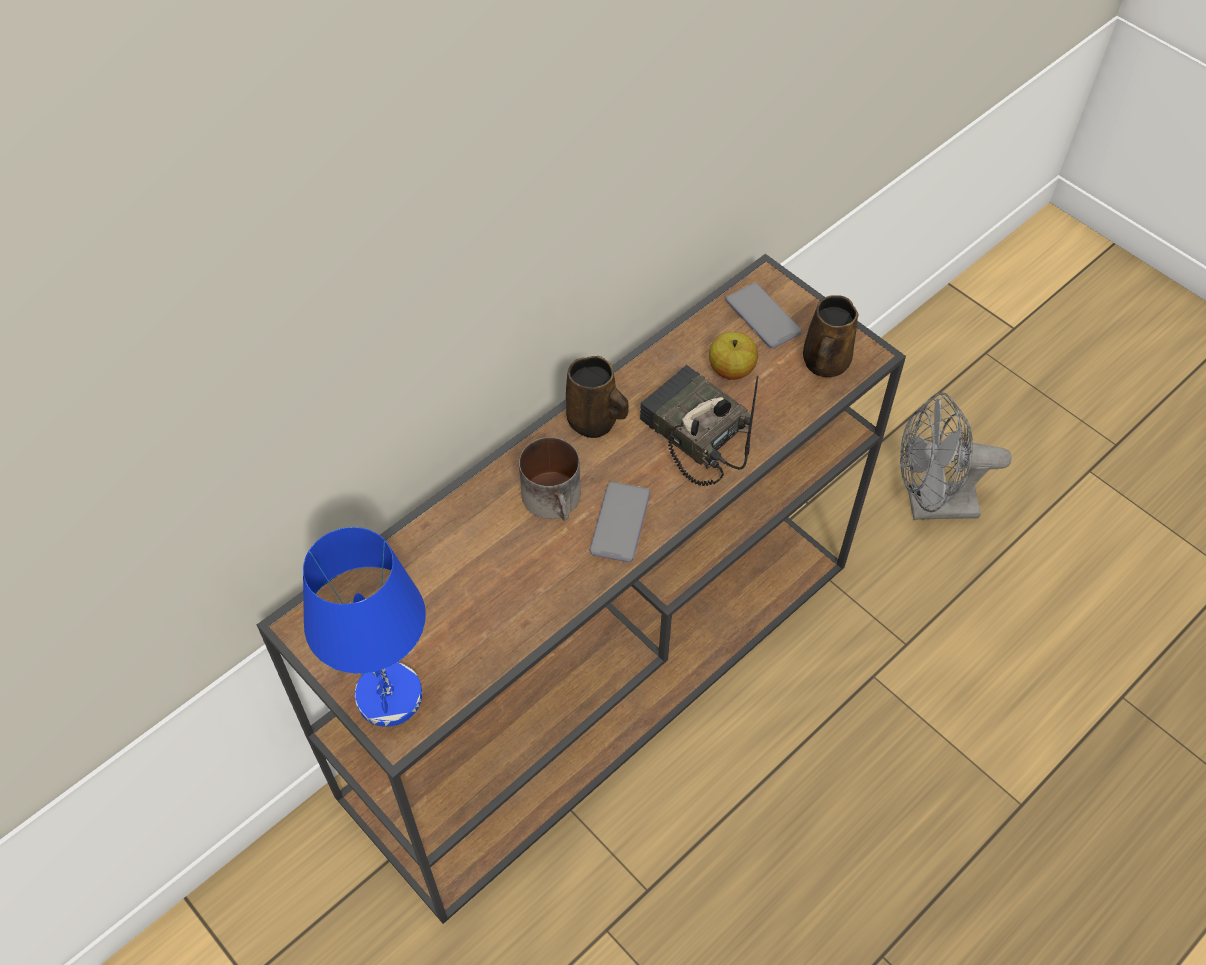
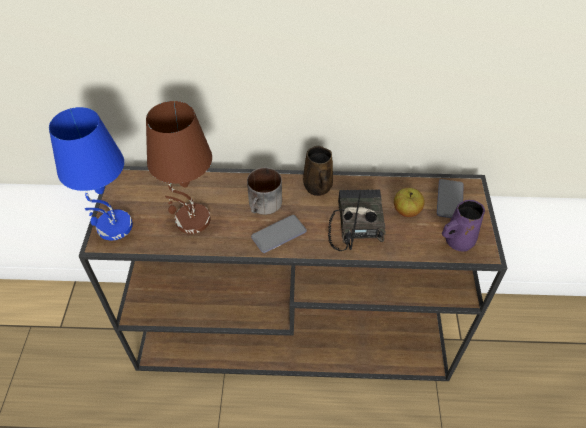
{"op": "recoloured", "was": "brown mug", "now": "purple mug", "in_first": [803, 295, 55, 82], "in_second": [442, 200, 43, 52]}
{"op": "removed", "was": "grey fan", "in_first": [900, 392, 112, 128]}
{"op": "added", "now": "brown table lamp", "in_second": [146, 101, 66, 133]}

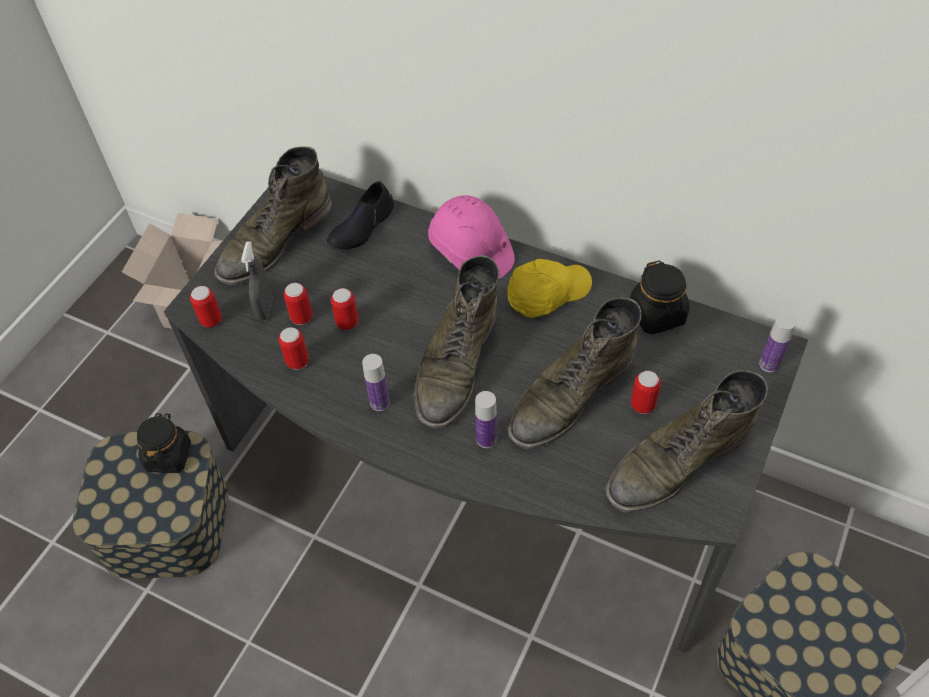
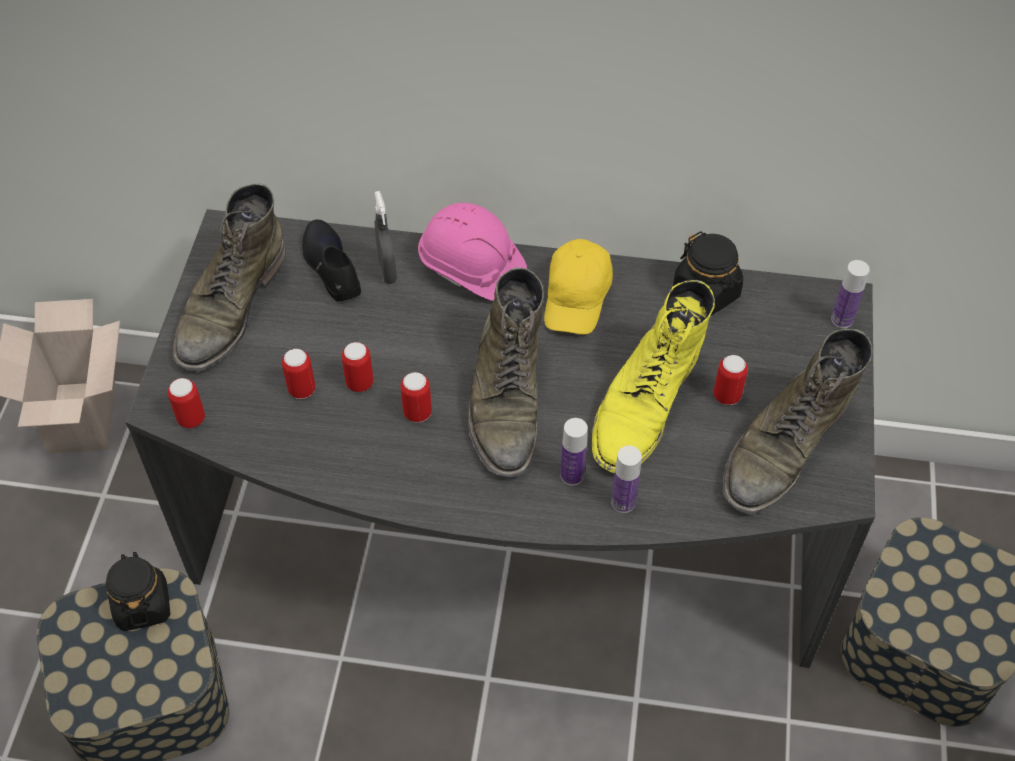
{"op": "moved", "was": "grey spray bottle", "in_first": [241, 241, 31, 79], "in_second": [374, 191, 23, 93]}
{"op": "moved", "was": "can", "in_first": [279, 327, 30, 43], "in_second": [400, 372, 32, 51]}
{"op": "turned", "was": "black shoe", "in_first": [327, 181, 67, 68], "in_second": [302, 219, 59, 83], "clockwise": 135}
{"op": "moved", "was": "bottle", "in_first": [362, 354, 28, 57], "in_second": [611, 446, 31, 67]}
{"op": "turned", "was": "yellow cap", "in_first": [507, 259, 85, 59], "in_second": [544, 239, 69, 96], "clockwise": 150}
{"op": "recoloured", "was": "green boot", "now": "yellow boot", "in_first": [507, 298, 134, 151], "in_second": [592, 280, 123, 194]}

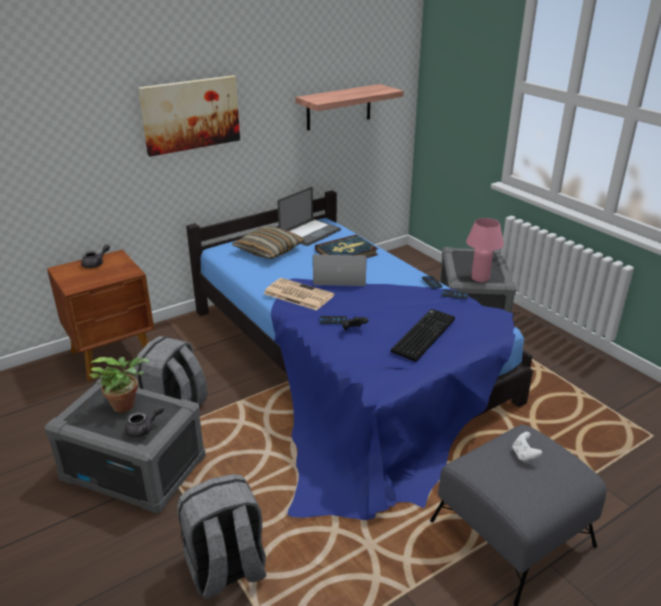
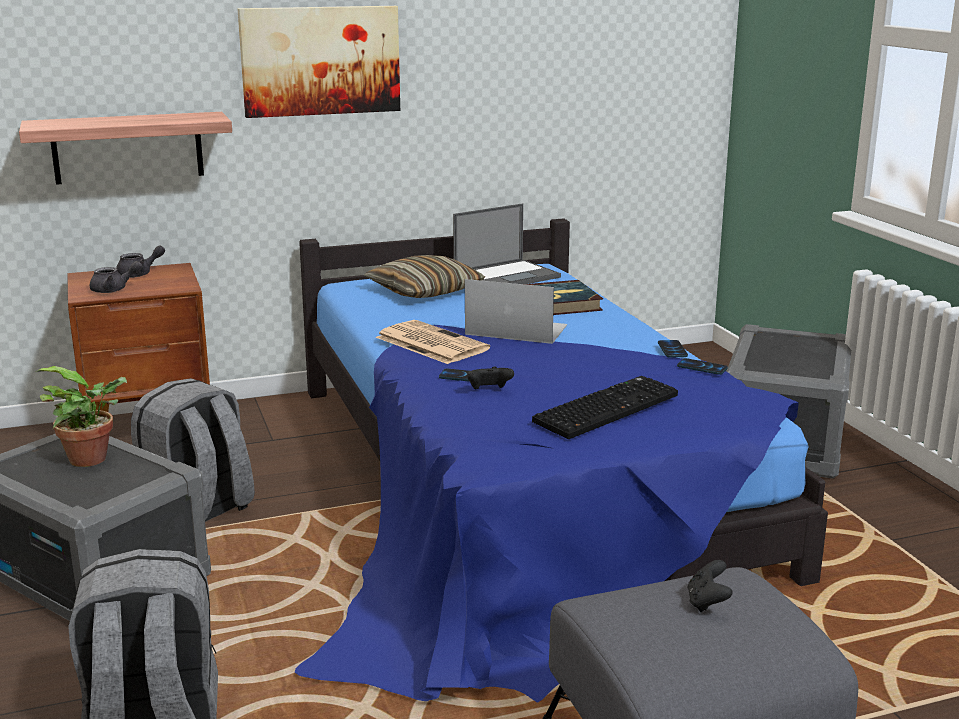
{"op": "moved", "was": "grey teapot", "in_first": [125, 405, 39, 32], "in_second": [89, 261, 54, 32]}
{"op": "moved", "was": "shelf", "in_first": [295, 84, 109, 46], "in_second": [19, 112, 213, 73]}
{"op": "removed", "was": "pink table lamp", "in_first": [466, 218, 38, 64]}
{"op": "recoloured", "was": "white game controller", "now": "black game controller", "in_first": [512, 432, 30, 31], "in_second": [687, 560, 46, 52]}

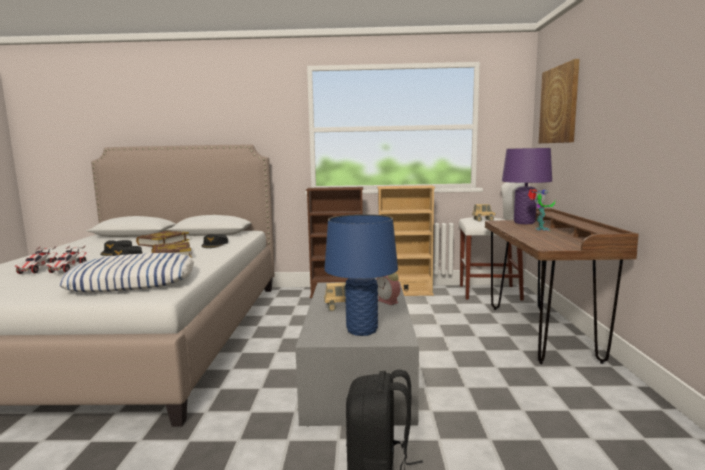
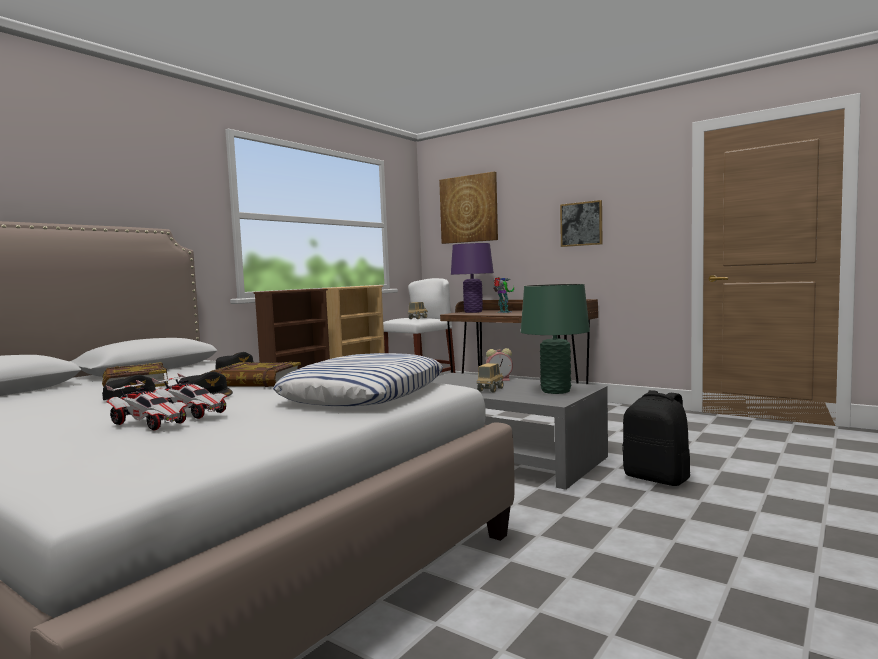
{"op": "recoloured", "was": "blue table lamp", "now": "green table lamp", "in_first": [324, 214, 74, 122], "in_second": [521, 284, 69, 110]}
{"op": "added", "now": "picture", "in_second": [560, 200, 43, 47]}

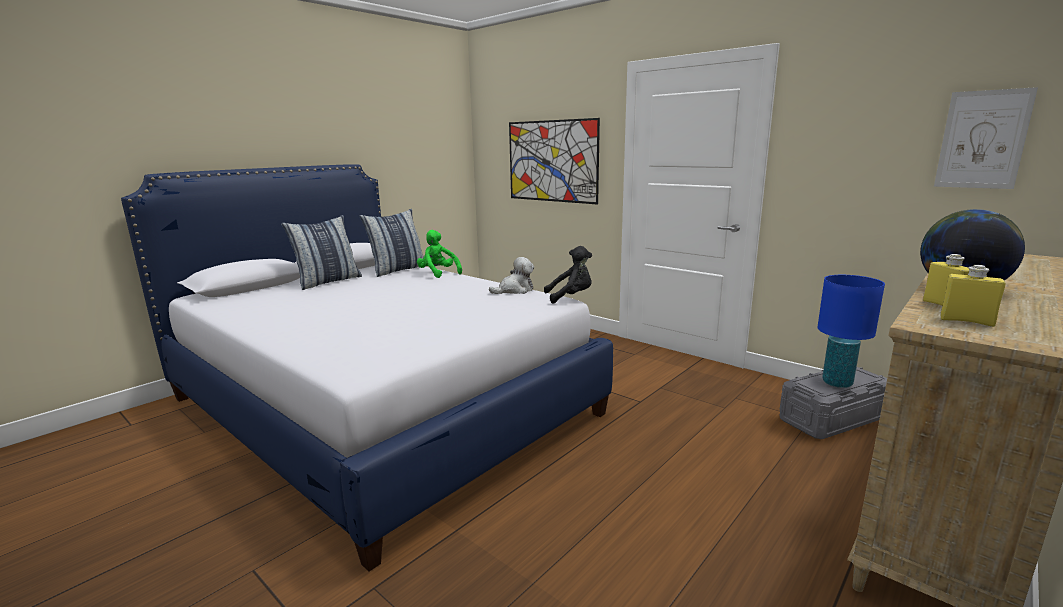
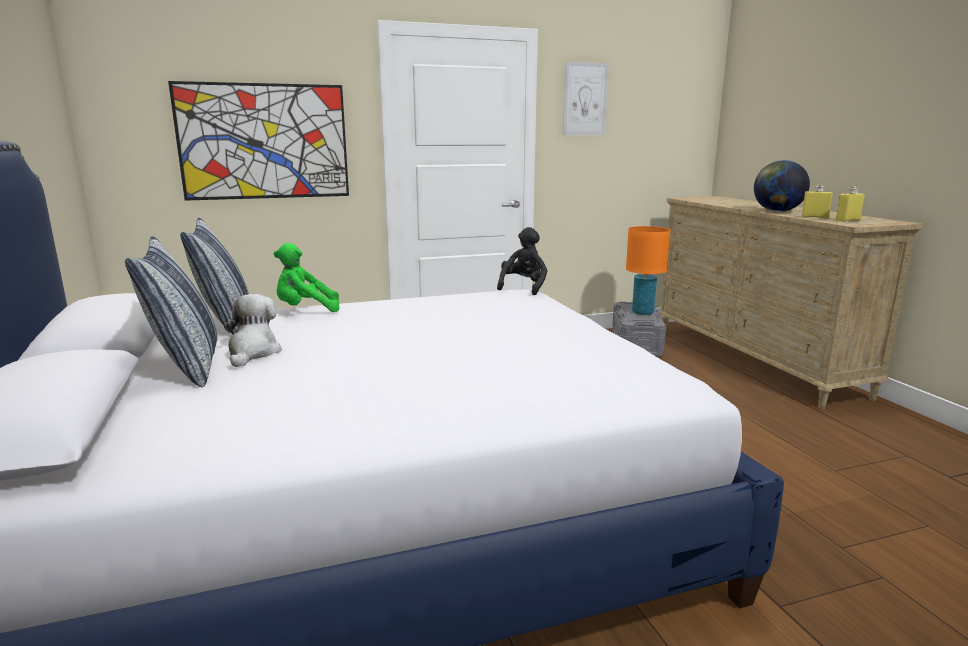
{"op": "moved", "was": "plush toy", "in_first": [489, 257, 45, 37], "in_second": [224, 294, 58, 73]}
{"op": "recoloured", "was": "blue table lamp", "now": "orange table lamp", "in_first": [817, 275, 68, 113], "in_second": [626, 226, 44, 89]}
{"op": "moved", "was": "picture", "in_first": [934, 87, 104, 102], "in_second": [563, 62, 46, 73]}

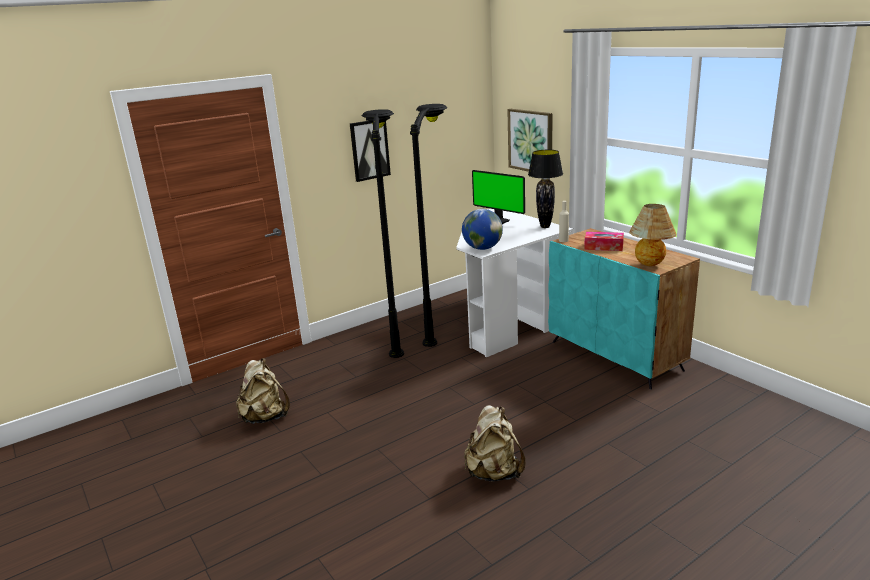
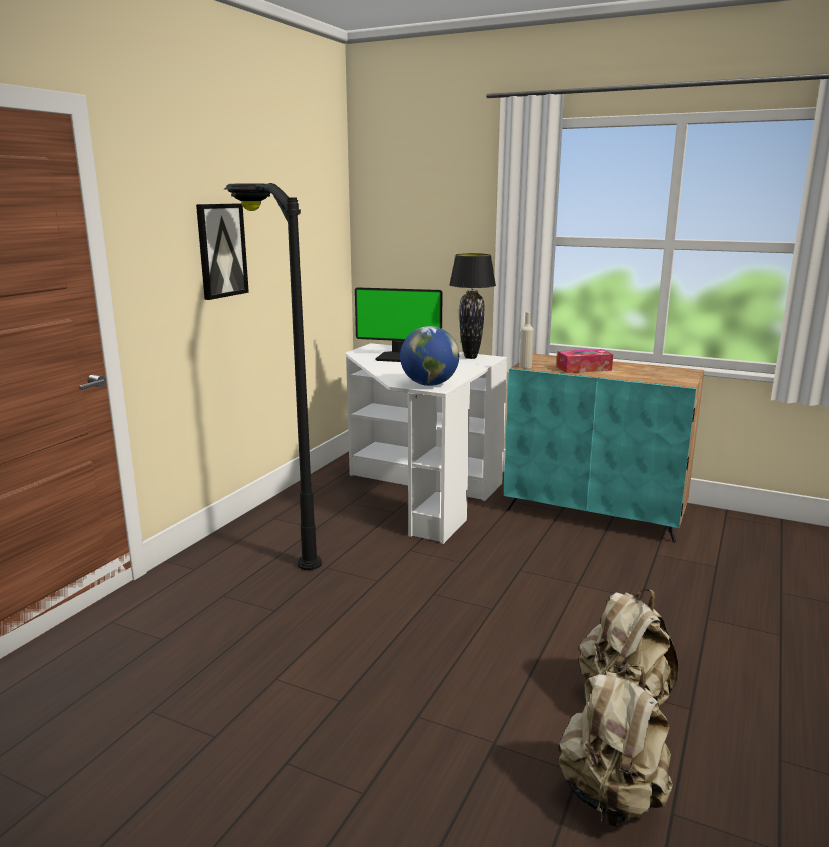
{"op": "moved", "was": "beige backpack", "in_first": [236, 358, 54, 66], "in_second": [558, 665, 115, 162]}
{"op": "removed", "was": "black floor lamp", "in_first": [410, 104, 37, 243]}
{"op": "removed", "was": "picture", "in_first": [507, 109, 46, 63]}
{"op": "removed", "was": "table lamp", "in_first": [629, 204, 47, 62]}

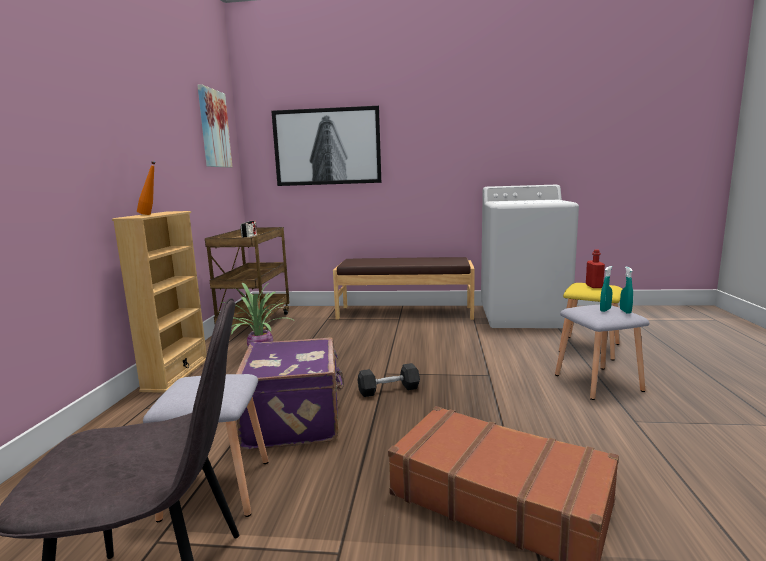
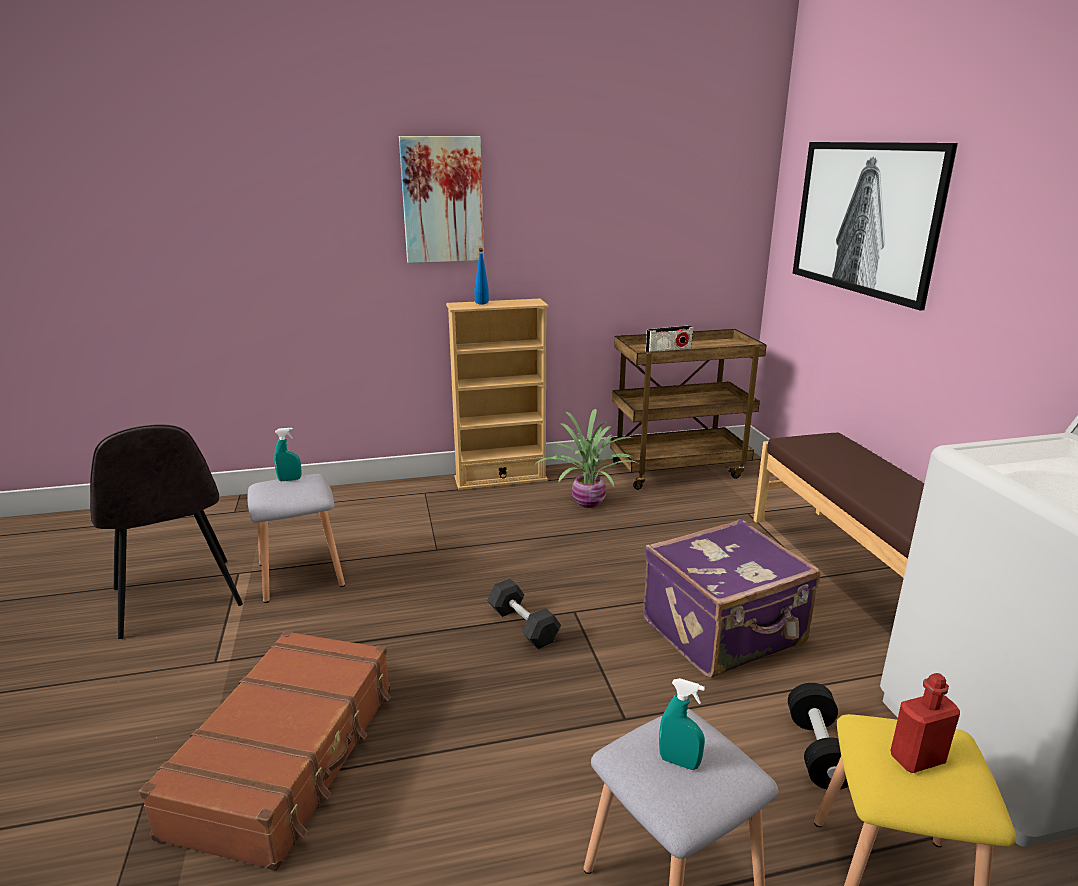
{"op": "recoloured", "was": "orange bottle", "now": "blue bottle", "in_first": [137, 161, 19, 54], "in_second": [474, 248, 15, 57]}
{"op": "moved", "was": "picture", "in_first": [198, 84, 34, 84], "in_second": [399, 136, 85, 127]}
{"op": "moved", "was": "purple suitcase", "in_first": [236, 337, 108, 112], "in_second": [643, 519, 177, 159]}
{"op": "moved", "was": "turquoise spray bottle", "in_first": [620, 266, 13, 48], "in_second": [274, 428, 27, 53]}
{"op": "added", "now": "black dumbbell", "in_second": [788, 683, 61, 106]}

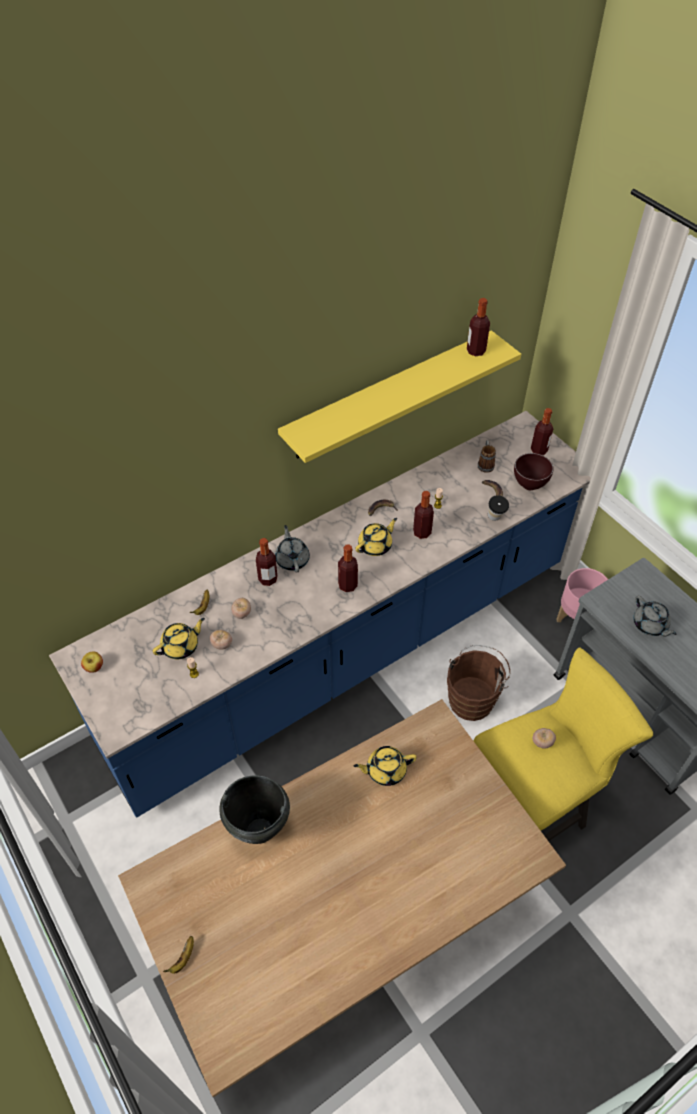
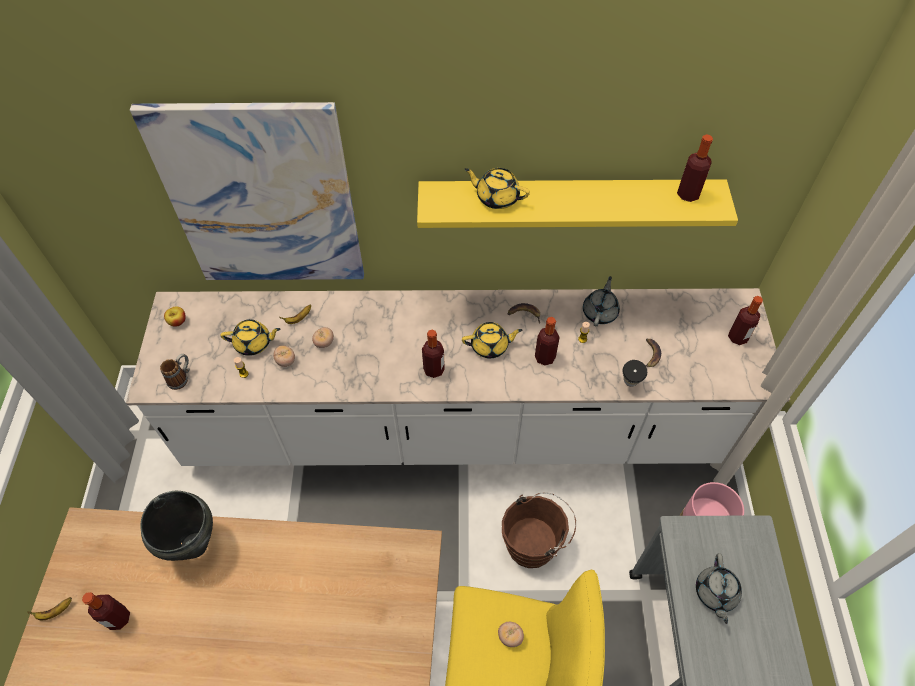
{"op": "recoloured", "was": "blue counter", "now": "white counter", "in_first": [49, 411, 542, 407], "in_second": [126, 288, 664, 178]}
{"op": "moved", "was": "bottle", "in_first": [256, 538, 21, 48], "in_second": [82, 592, 48, 38]}
{"op": "moved", "was": "grey teapot", "in_first": [275, 525, 35, 48], "in_second": [583, 276, 37, 50]}
{"op": "moved", "was": "yellow teapot", "in_first": [354, 746, 63, 40], "in_second": [464, 168, 66, 41]}
{"op": "moved", "was": "mug", "in_first": [478, 440, 18, 33], "in_second": [160, 354, 30, 36]}
{"op": "removed", "was": "brown bowl", "in_first": [514, 453, 40, 37]}
{"op": "added", "now": "picture", "in_second": [130, 102, 234, 178]}

